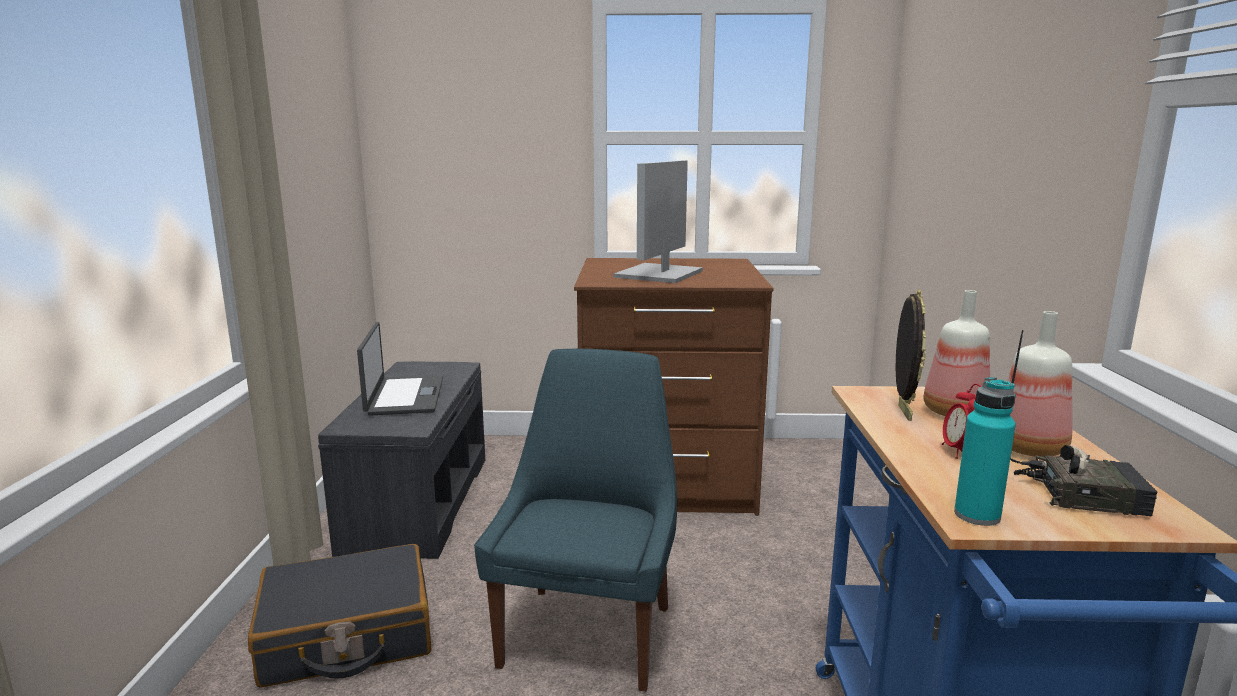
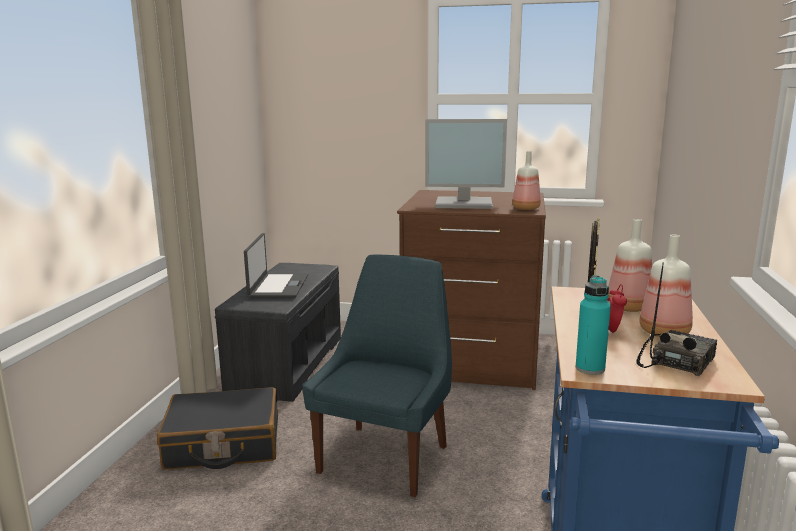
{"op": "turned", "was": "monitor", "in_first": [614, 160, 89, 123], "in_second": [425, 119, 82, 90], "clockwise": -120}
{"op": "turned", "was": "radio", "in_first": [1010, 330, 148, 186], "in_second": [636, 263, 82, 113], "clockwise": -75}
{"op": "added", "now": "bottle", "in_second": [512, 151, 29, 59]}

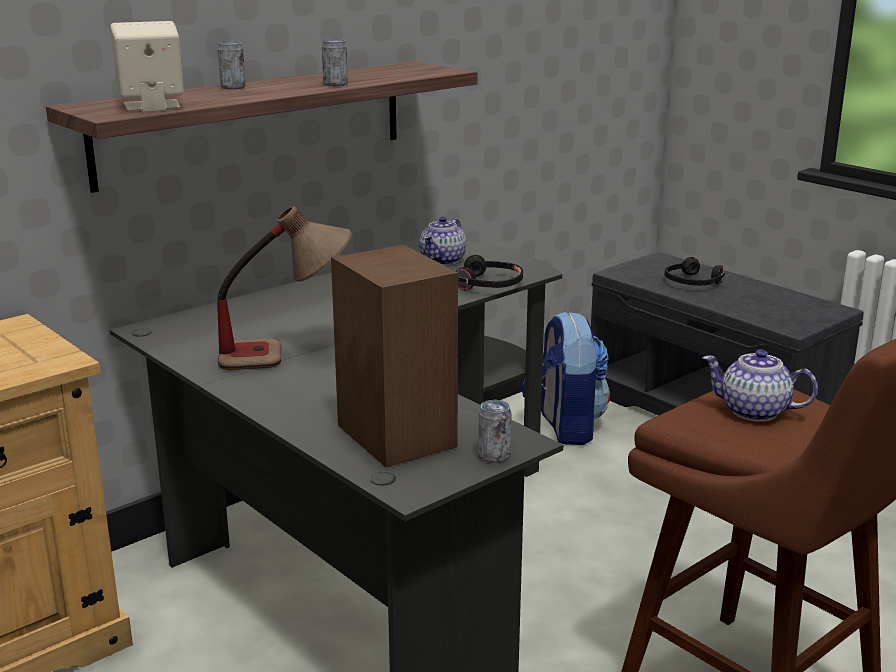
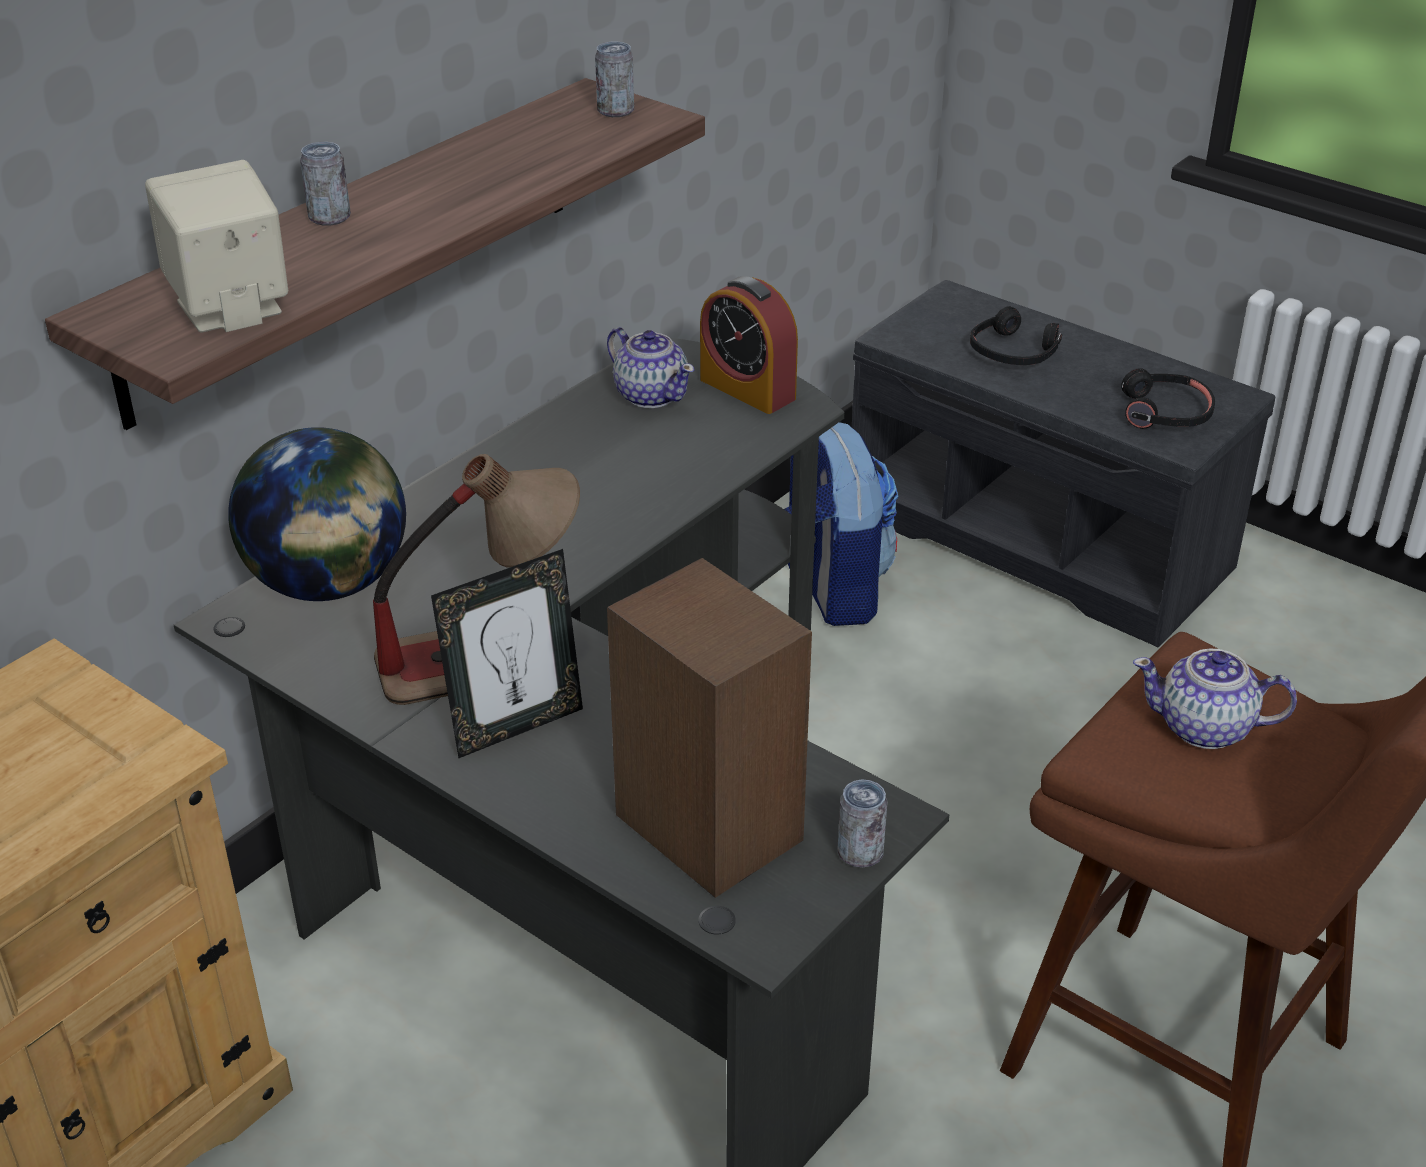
{"op": "moved", "was": "can", "in_first": [322, 39, 26, 47], "in_second": [595, 42, 39, 75]}
{"op": "turned", "was": "teapot", "in_first": [420, 216, 46, 50], "in_second": [607, 327, 87, 81], "clockwise": -60}
{"op": "moved", "was": "black headphones", "in_first": [456, 255, 67, 35], "in_second": [1121, 368, 94, 61]}
{"op": "added", "now": "globe", "in_second": [228, 427, 178, 174]}
{"op": "added", "now": "picture frame", "in_second": [431, 549, 152, 209]}
{"op": "added", "now": "alarm clock", "in_second": [700, 276, 98, 138]}

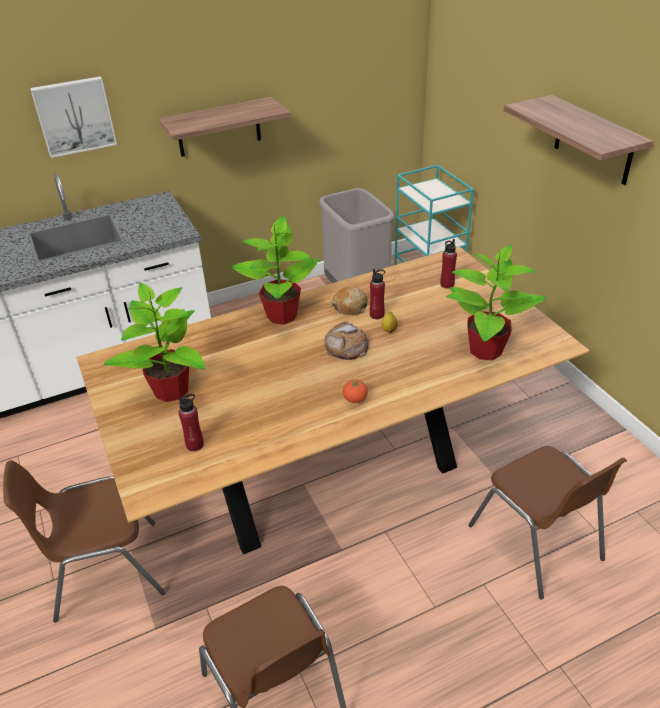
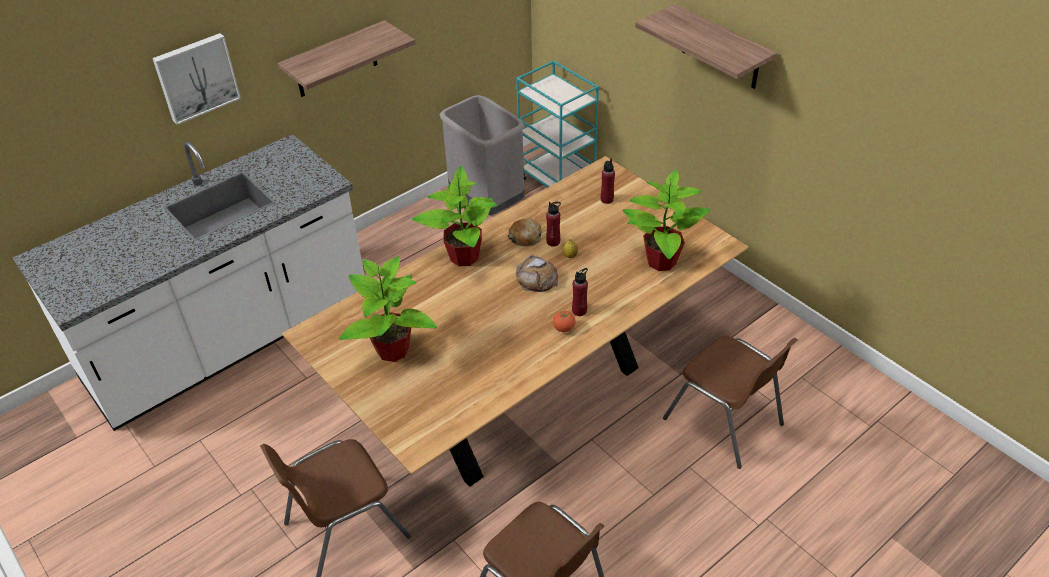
{"op": "moved", "was": "red bottle", "in_first": [179, 394, 25, 57], "in_second": [572, 268, 16, 48]}

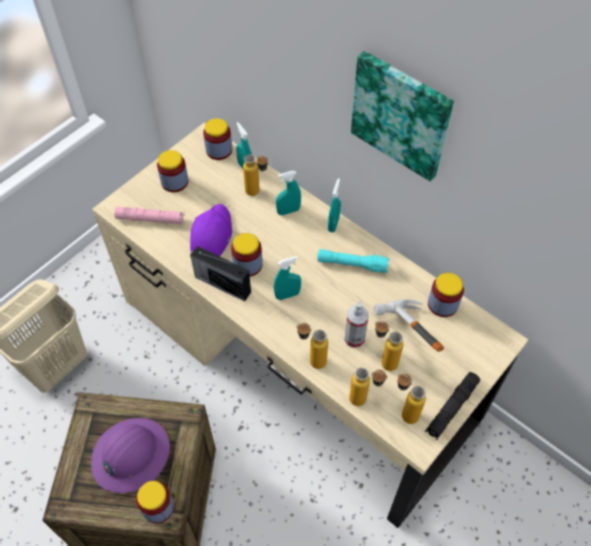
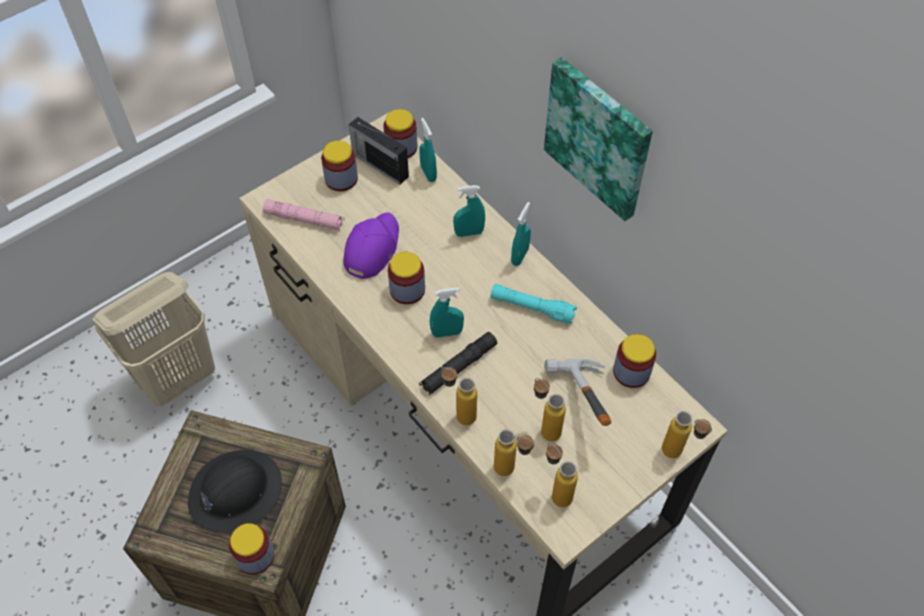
{"op": "recoloured", "was": "purple hard hat", "now": "black hard hat", "in_first": [91, 418, 79, 75], "in_second": [188, 450, 94, 84]}
{"op": "moved", "was": "radio", "in_first": [190, 246, 61, 56], "in_second": [349, 117, 60, 68]}
{"op": "moved", "was": "bottle", "in_first": [243, 154, 25, 42], "in_second": [662, 411, 50, 47]}
{"op": "removed", "was": "spray bottle", "in_first": [344, 302, 25, 46]}
{"op": "moved", "was": "black flashlight", "in_first": [425, 372, 55, 68], "in_second": [419, 332, 78, 63]}

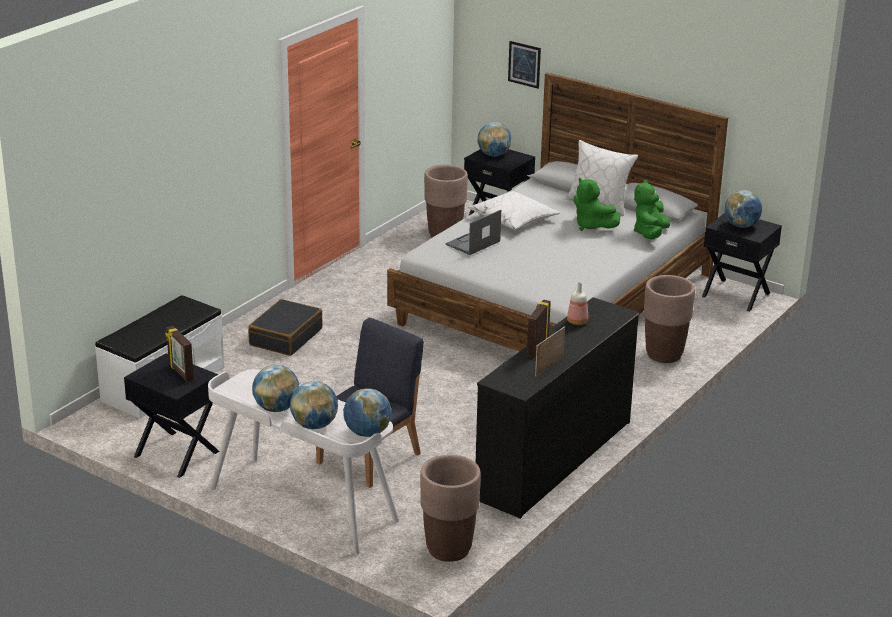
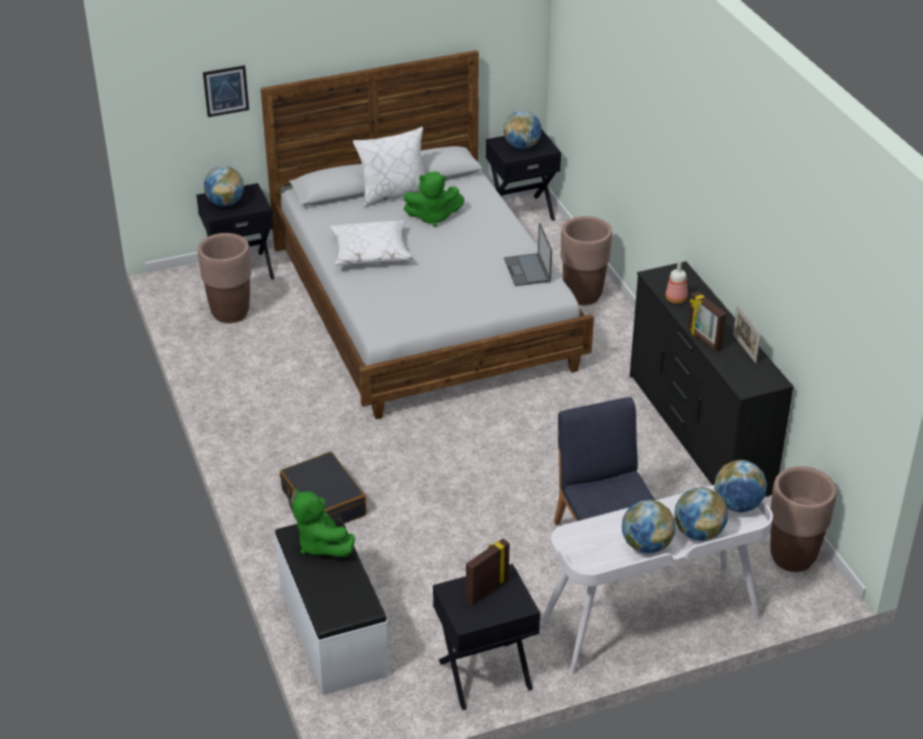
{"op": "turned", "was": "picture frame", "in_first": [165, 326, 29, 56], "in_second": [466, 539, 44, 66], "clockwise": 135}
{"op": "moved", "was": "laptop", "in_first": [446, 210, 55, 45], "in_second": [504, 223, 48, 63]}
{"op": "moved", "was": "green plush toy", "in_first": [633, 180, 37, 59], "in_second": [292, 488, 63, 69]}

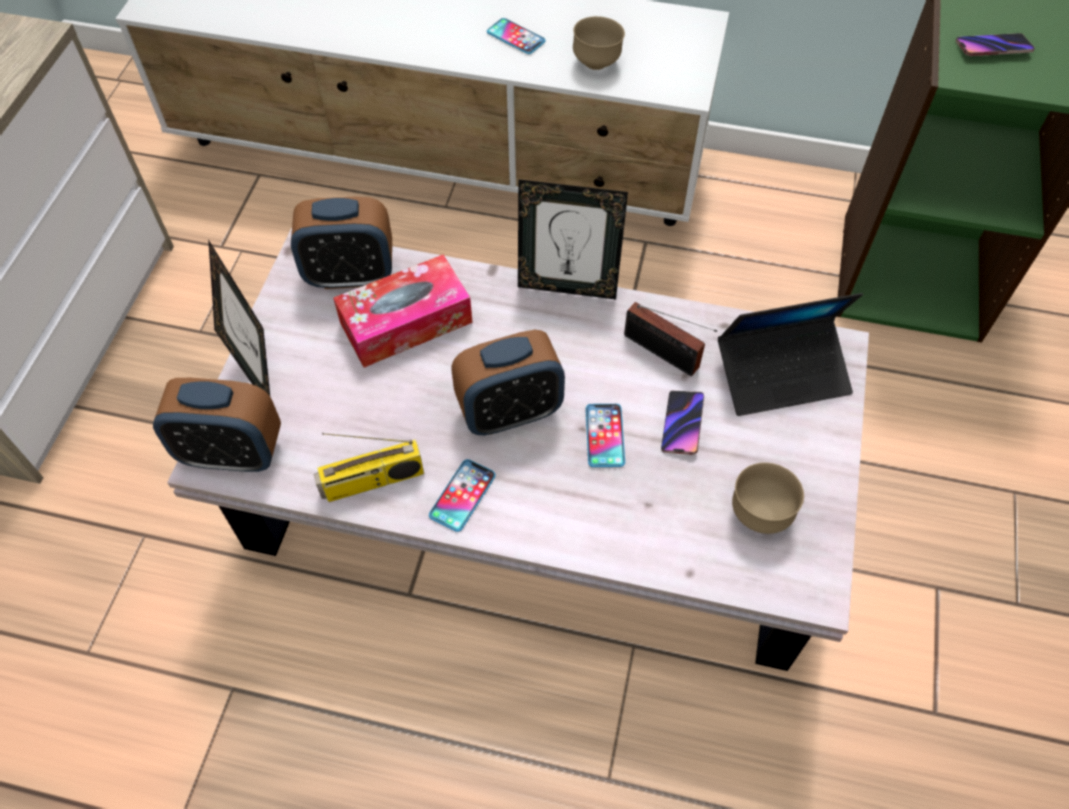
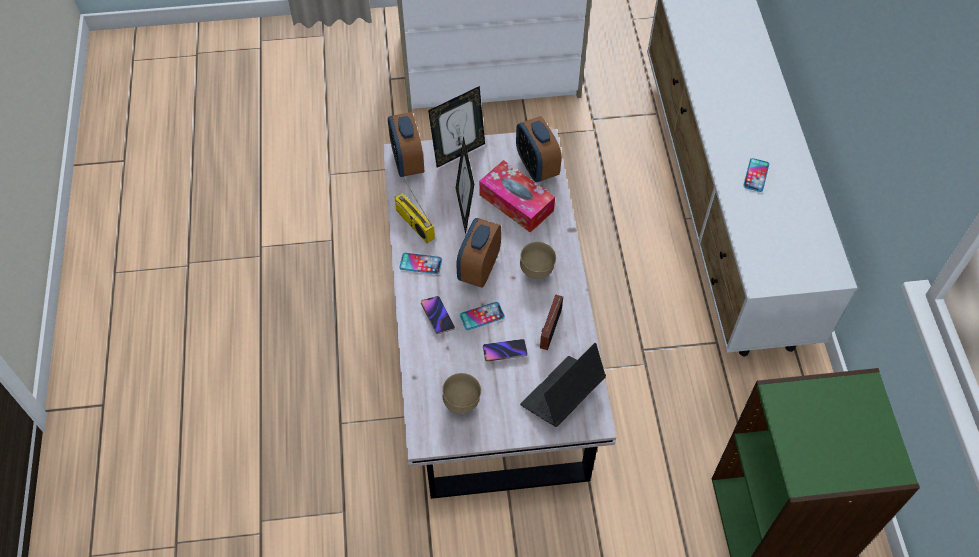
{"op": "turned", "was": "alarm clock", "in_first": [451, 330, 114, 105], "in_second": [456, 218, 45, 70], "clockwise": 60}
{"op": "moved", "was": "picture frame", "in_first": [518, 179, 110, 121], "in_second": [456, 136, 18, 99]}
{"op": "moved", "was": "brown bowl", "in_first": [573, 16, 52, 54], "in_second": [520, 242, 36, 37]}
{"op": "turned", "was": "laptop", "in_first": [718, 293, 145, 123], "in_second": [520, 343, 86, 84], "clockwise": 75}
{"op": "moved", "was": "phone", "in_first": [956, 33, 79, 23], "in_second": [421, 296, 34, 38]}

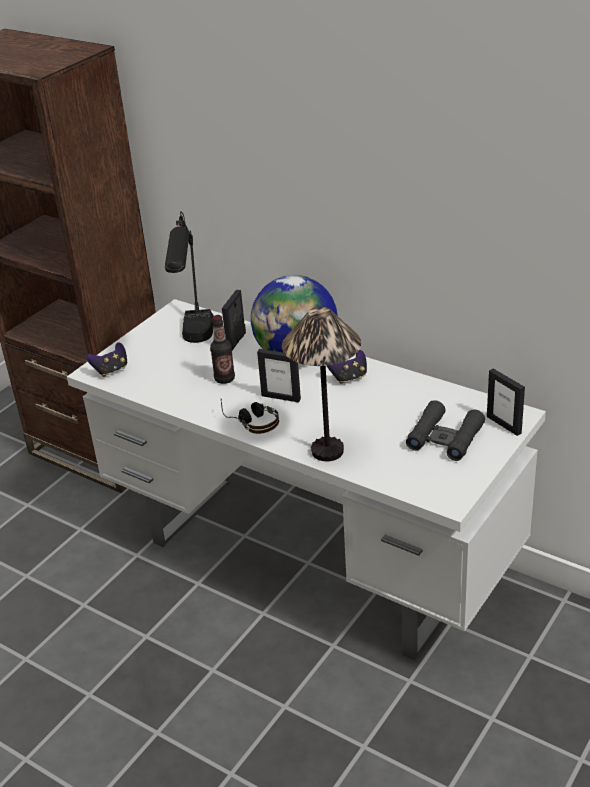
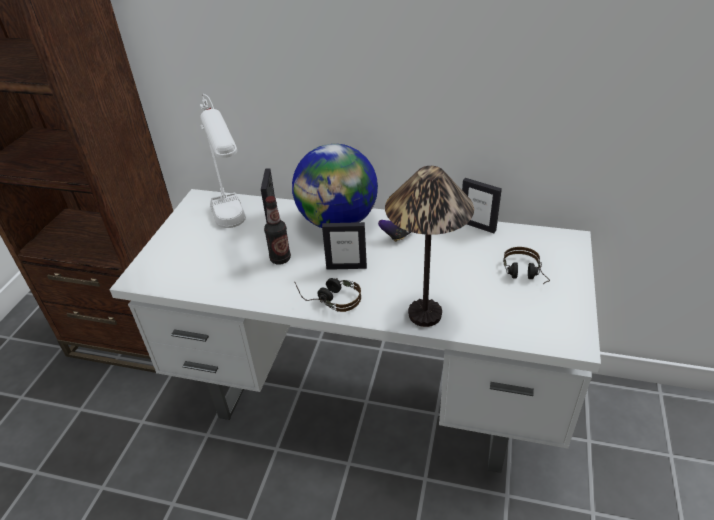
{"op": "removed", "was": "game controller", "in_first": [87, 342, 40, 35]}
{"op": "recoloured", "was": "black table lamp", "now": "white table lamp", "in_first": [165, 211, 49, 132], "in_second": [200, 94, 46, 134]}
{"op": "replaced", "was": "black binoculars", "now": "headphones", "in_first": [406, 400, 79, 61], "in_second": [503, 247, 47, 37]}
{"op": "moved", "was": "picture frame", "in_first": [487, 368, 38, 68], "in_second": [462, 178, 40, 55]}

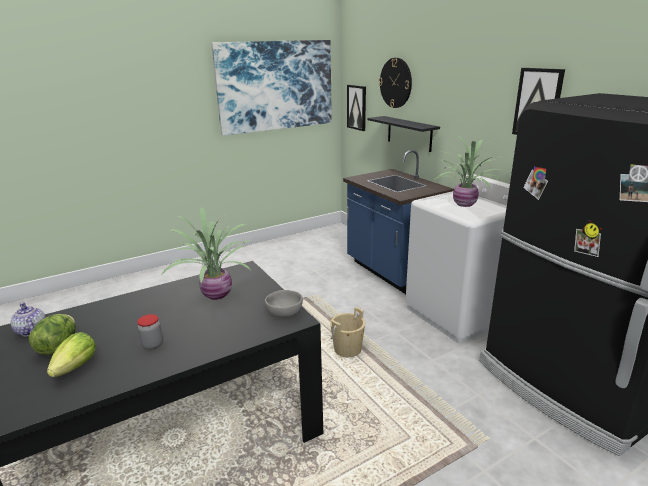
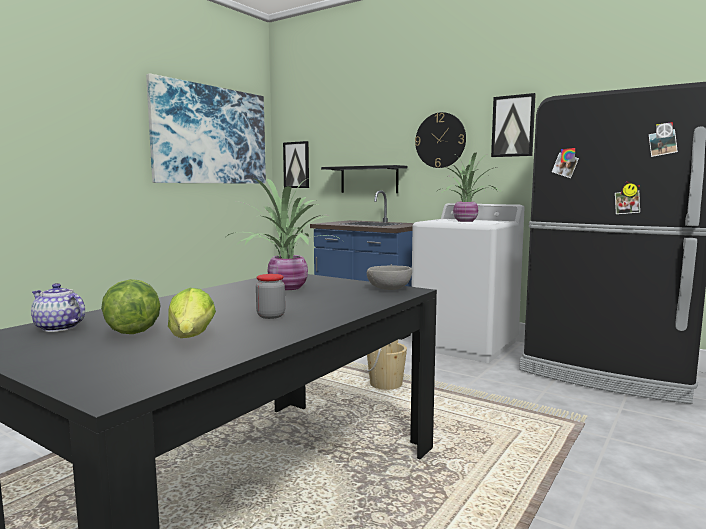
{"op": "moved", "was": "wall clock", "in_first": [379, 58, 33, 50], "in_second": [415, 112, 51, 56]}

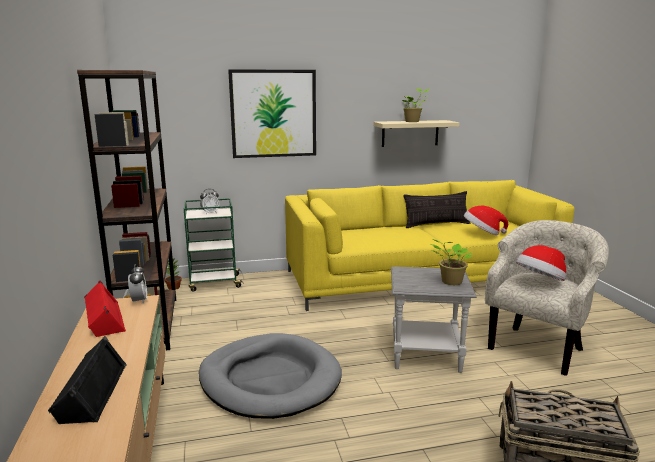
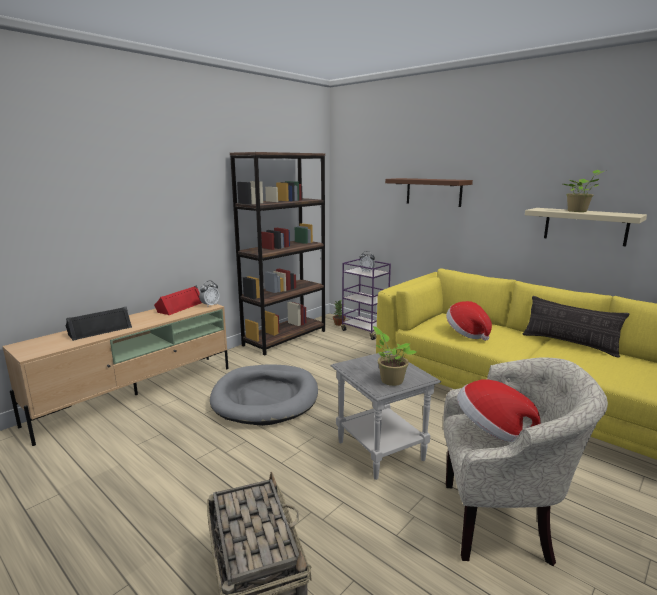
{"op": "recoloured", "was": "green cart", "now": "purple cart", "in_first": [184, 198, 60, 94], "in_second": [341, 259, 50, 81]}
{"op": "replaced", "was": "picture", "now": "brown shelf", "in_first": [228, 69, 88, 89], "in_second": [385, 178, 88, 29]}
{"op": "moved", "was": "hat", "in_first": [464, 206, 44, 29], "in_second": [446, 301, 46, 40]}

